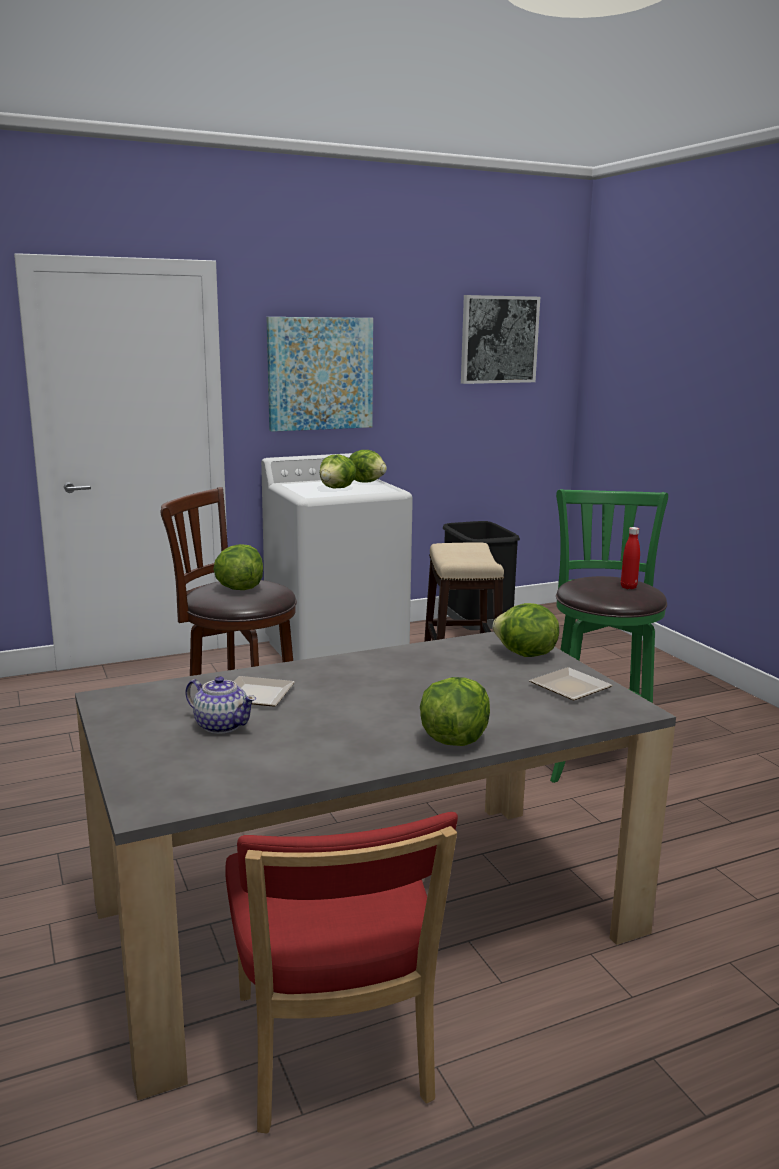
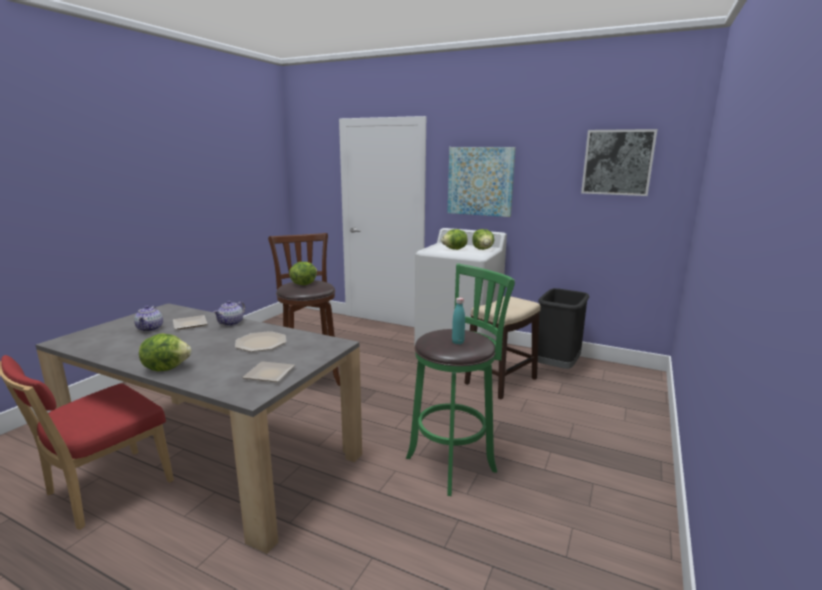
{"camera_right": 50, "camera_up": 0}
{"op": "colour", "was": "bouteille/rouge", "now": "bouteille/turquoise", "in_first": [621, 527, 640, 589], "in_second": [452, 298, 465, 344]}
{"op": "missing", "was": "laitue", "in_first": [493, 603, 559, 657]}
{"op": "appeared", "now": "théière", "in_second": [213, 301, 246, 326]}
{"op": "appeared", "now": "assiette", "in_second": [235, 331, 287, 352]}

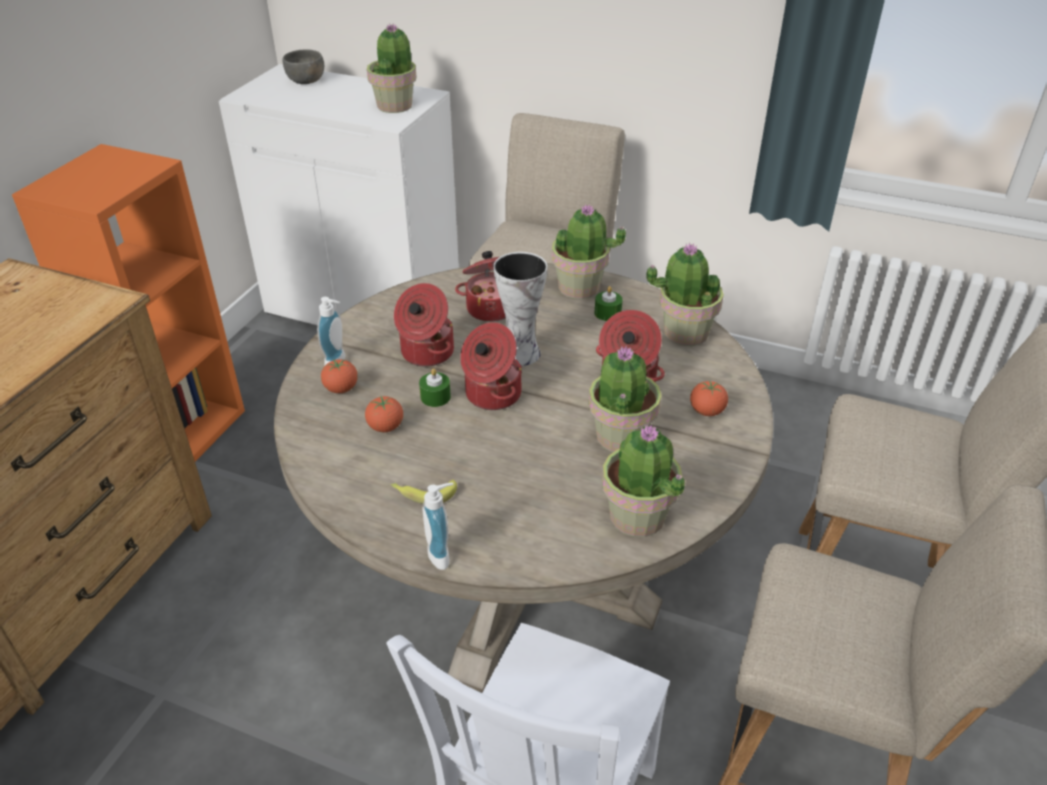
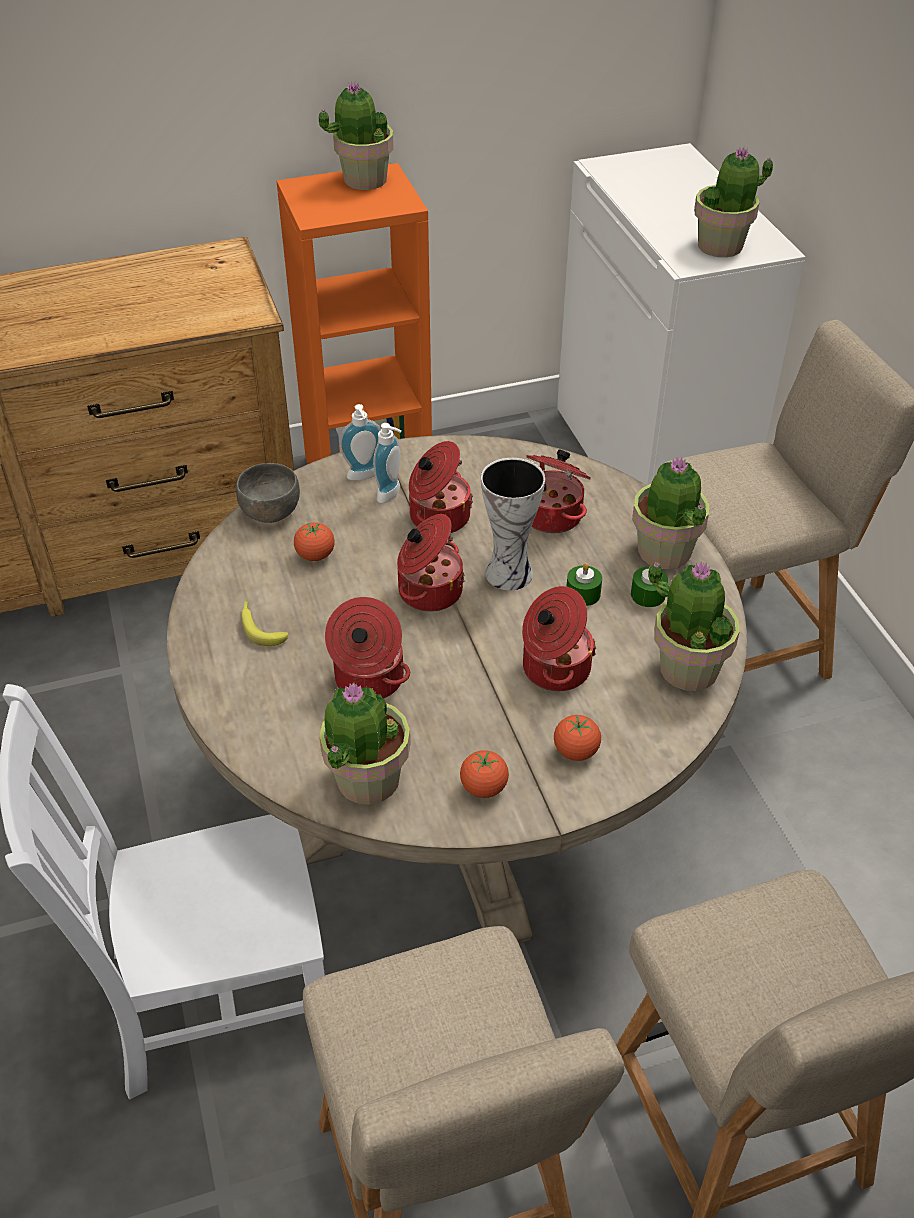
{"camera_right": 50, "camera_up": 5}
{"op": "relocated", "was": "bol/gris", "in_first": [283, 49, 324, 84], "in_second": [236, 463, 300, 523]}
{"op": "relocated", "was": "plante en pot", "in_first": [589, 346, 662, 452], "in_second": [319, 82, 394, 190]}
{"op": "relocated", "was": "tomate", "in_first": [321, 359, 358, 393], "in_second": [460, 750, 509, 798]}
{"op": "relocated", "was": "bougie/vert", "in_first": [419, 368, 451, 407], "in_second": [566, 563, 602, 606]}
{"op": "relocated", "was": "distributeur de savon", "in_first": [423, 482, 453, 570], "in_second": [373, 423, 402, 503]}
{"op": "appeared", "now": "marmite", "in_second": [325, 597, 410, 699]}

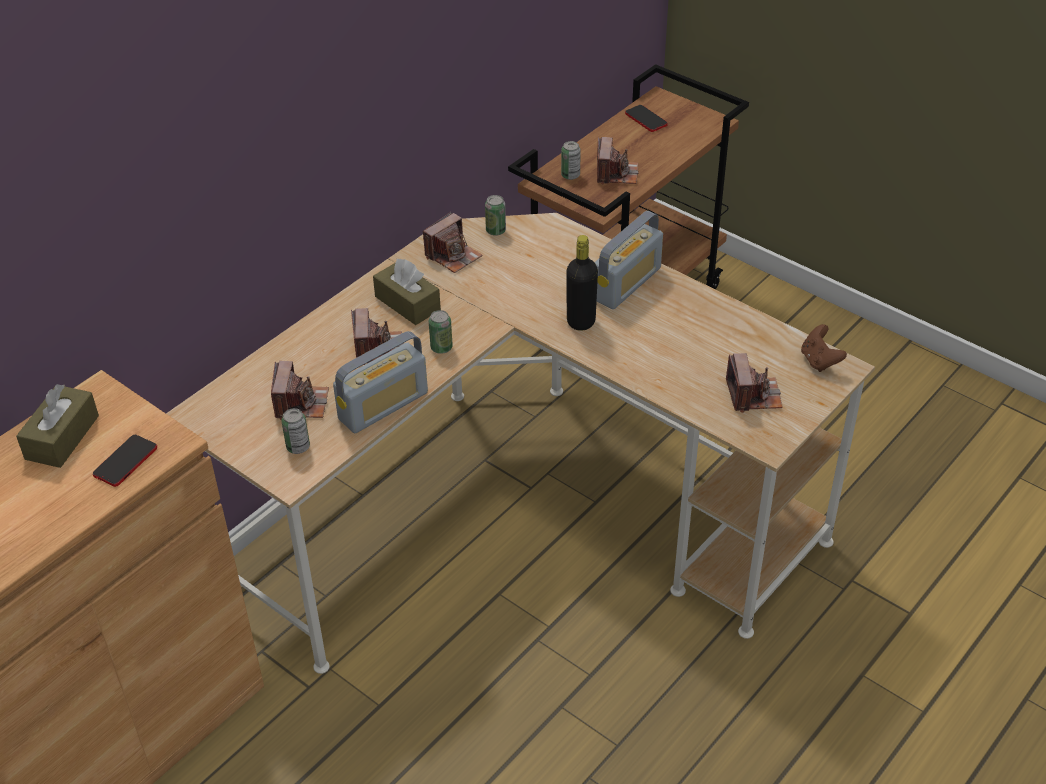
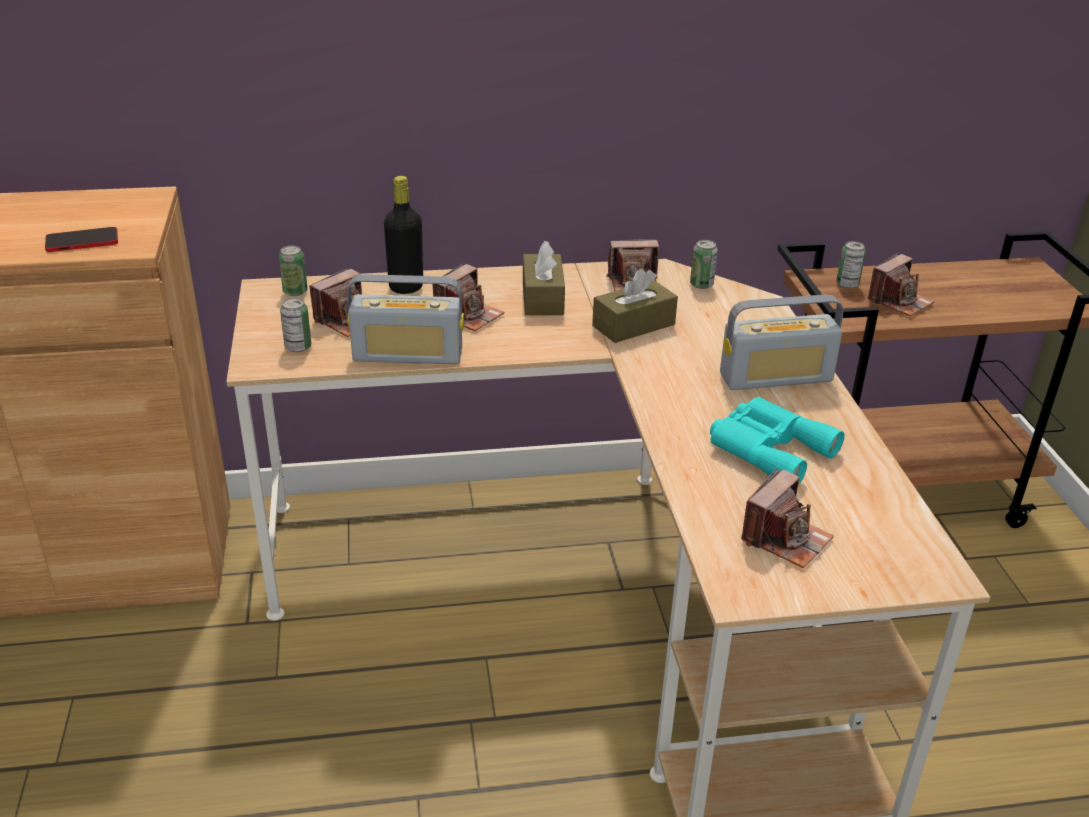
{"camera_right": 40, "camera_up": -10}
{"op": "missing", "was": "téléphone", "in_first": [625, 105, 668, 132]}
{"op": "relocated", "was": "bouteille/noir", "in_first": [566, 235, 598, 331], "in_second": [384, 176, 423, 294]}
{"op": "relocated", "was": "boîte métallique", "in_first": [429, 310, 453, 354], "in_second": [279, 246, 308, 296]}
{"op": "missing", "was": "manette/marron", "in_first": [801, 324, 847, 372]}
{"op": "relocated", "was": "boîte à mouchoirs/marron", "in_first": [16, 384, 99, 468], "in_second": [592, 269, 678, 343]}
{"op": "appeared", "now": "jumelles/turquoise", "in_second": [710, 397, 845, 485]}

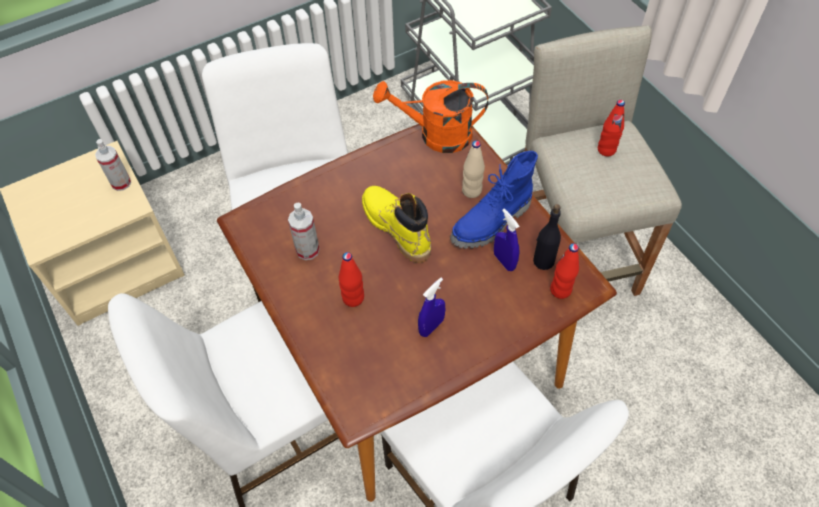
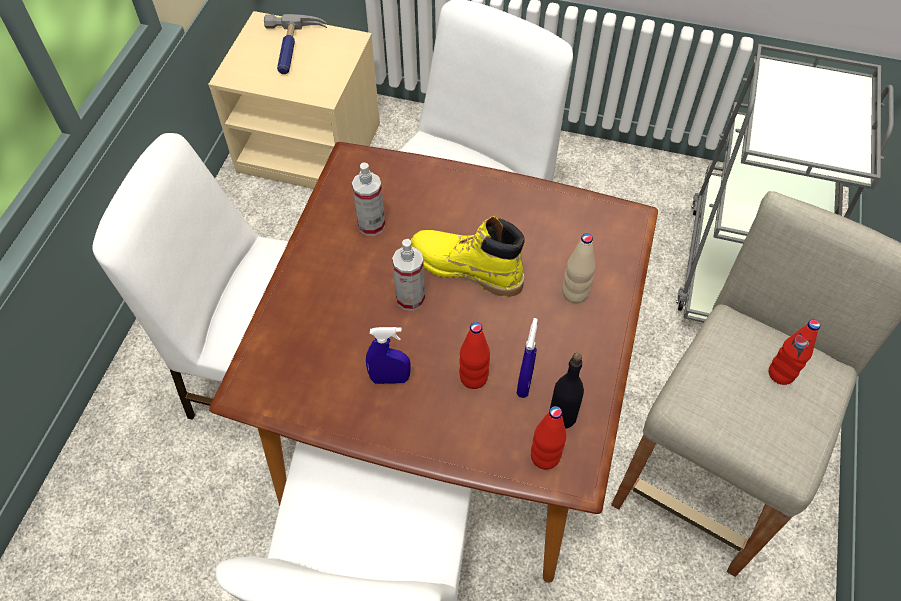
{"camera_right": 45, "camera_up": 0}
{"op": "missing", "was": "arrosoir/orange", "in_first": [373, 80, 488, 153]}
{"op": "relocated", "was": "vaporisateur", "in_first": [95, 139, 131, 191], "in_second": [392, 239, 425, 311]}
{"op": "missing", "was": "botte/bleu", "in_first": [450, 151, 538, 249]}
{"op": "spun", "was": "botte/jaune", "in_first": [362, 186, 431, 263], "in_second": [411, 216, 525, 297], "clockwise": -75}
{"op": "relocated", "was": "bouteille/rouge", "in_first": [339, 252, 364, 307], "in_second": [459, 322, 490, 389]}
{"op": "appeared", "now": "marteau", "in_second": [264, 14, 327, 74]}

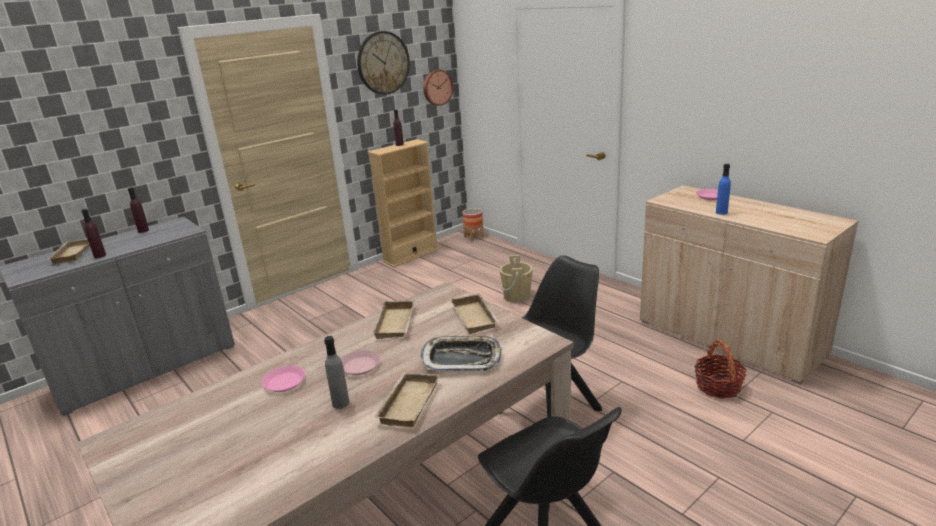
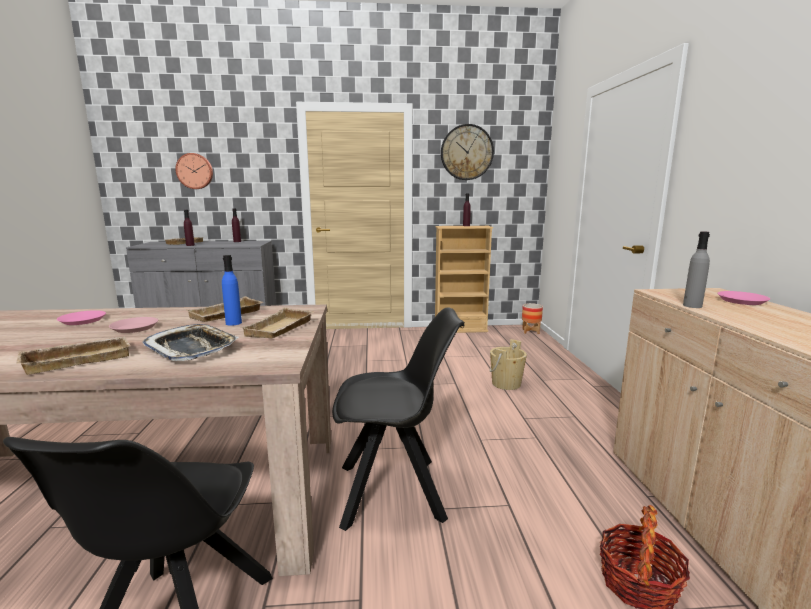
{"camera_right": 35, "camera_up": -10}
{"op": "relocated", "was": "horloge murale", "in_first": [423, 69, 453, 106], "in_second": [176, 153, 213, 189]}
{"op": "relocated", "was": "bouteille/bleu", "in_first": [716, 164, 731, 215], "in_second": [222, 255, 242, 326]}
{"op": "relocated", "was": "bouteille/gris", "in_first": [324, 336, 349, 409], "in_second": [683, 231, 710, 308]}

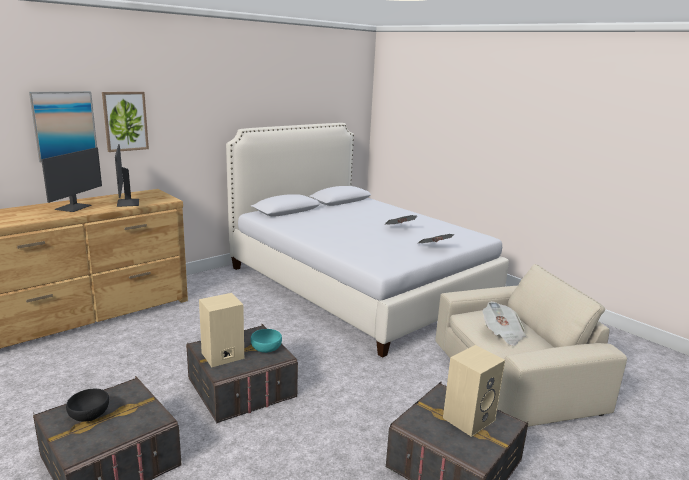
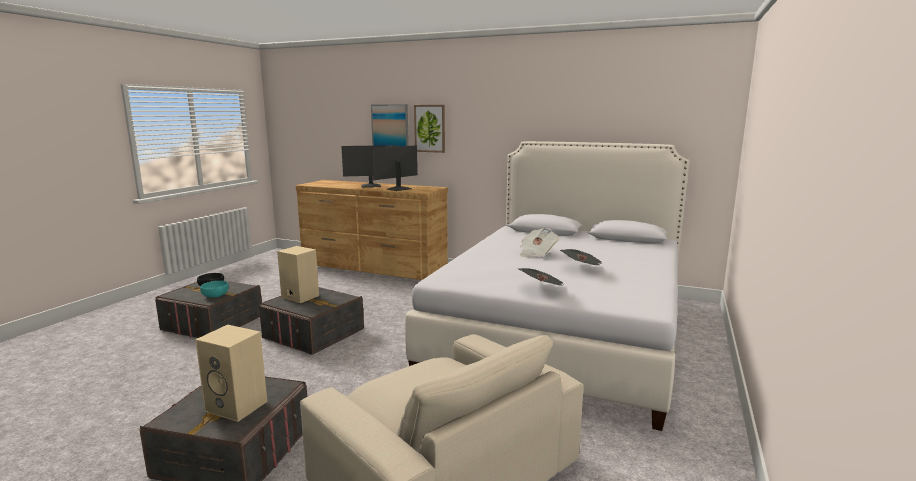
{"camera_right": 65, "camera_up": -5}
{"op": "relocated", "was": "journal", "in_first": [482, 301, 527, 346], "in_second": [520, 228, 559, 257]}
{"op": "relocated", "was": "bol/turquoise", "in_first": [251, 329, 282, 353], "in_second": [200, 281, 229, 298]}

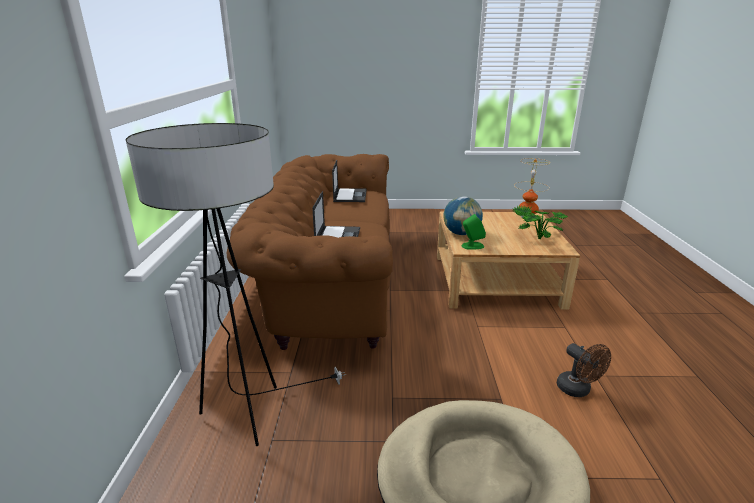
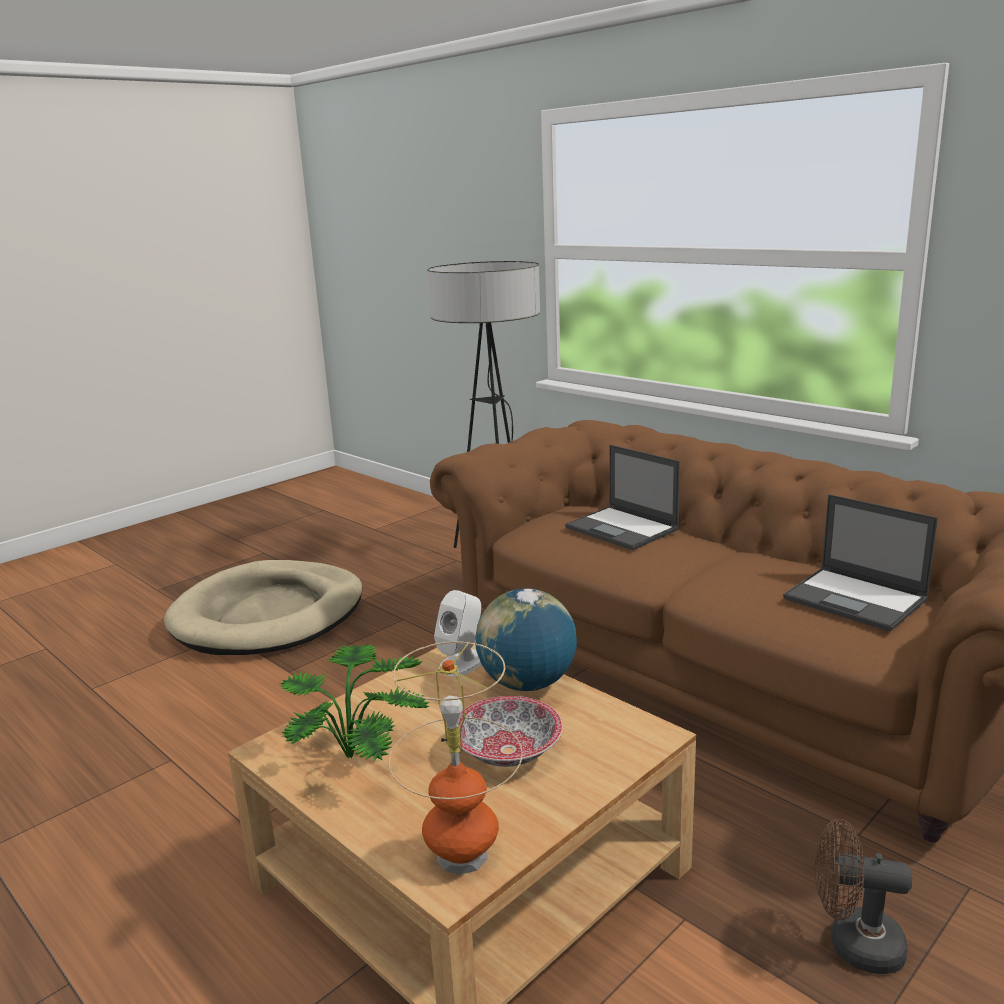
{"camera_right": 135, "camera_up": -5}
{"op": "colour", "was": "enceinte/vert", "now": "enceinte/blanc", "in_first": [462, 214, 486, 250], "in_second": [434, 590, 481, 677]}
{"op": "relocated", "was": "ventilateur/marron", "in_first": [557, 343, 611, 397], "in_second": [815, 819, 912, 974]}
{"op": "appeared", "now": "bol", "in_second": [459, 696, 563, 767]}

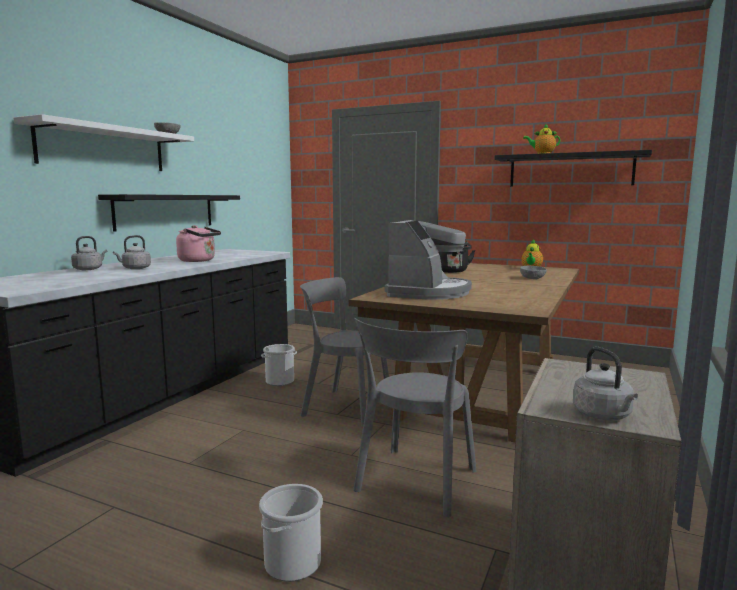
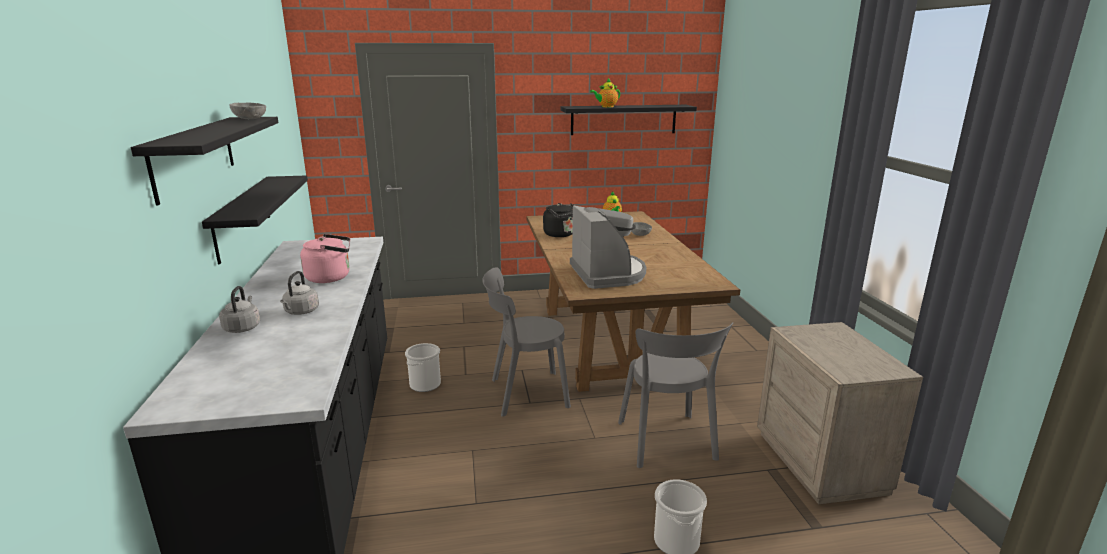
{"camera_right": -35, "camera_up": 10}
{"op": "colour", "was": "étagère/blanc", "now": "étagère/noir", "in_first": [13, 114, 194, 171], "in_second": [131, 117, 279, 205]}
{"op": "missing", "was": "bouilloire/gris", "in_first": [573, 347, 638, 420]}

